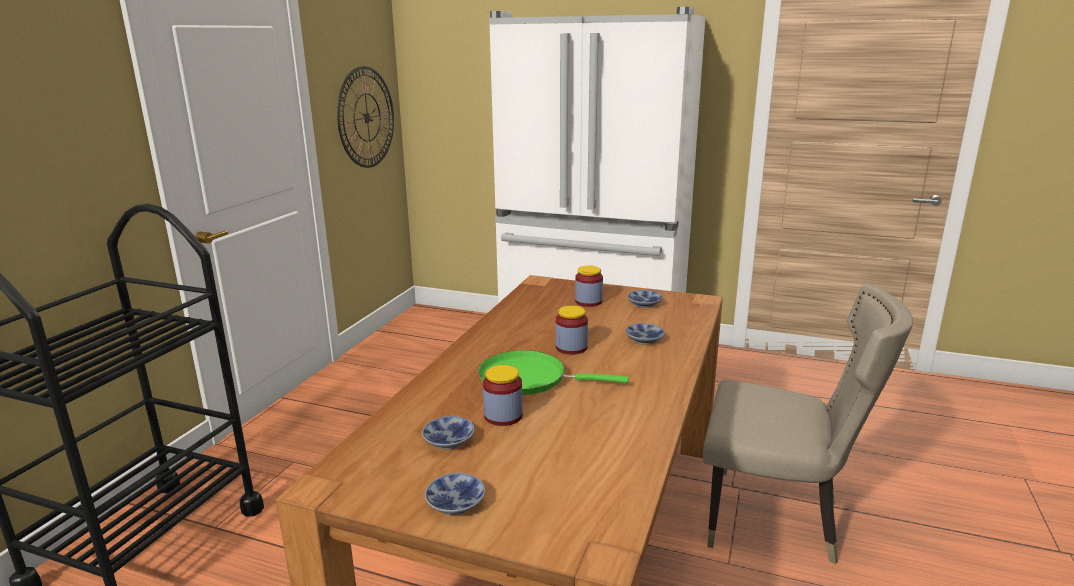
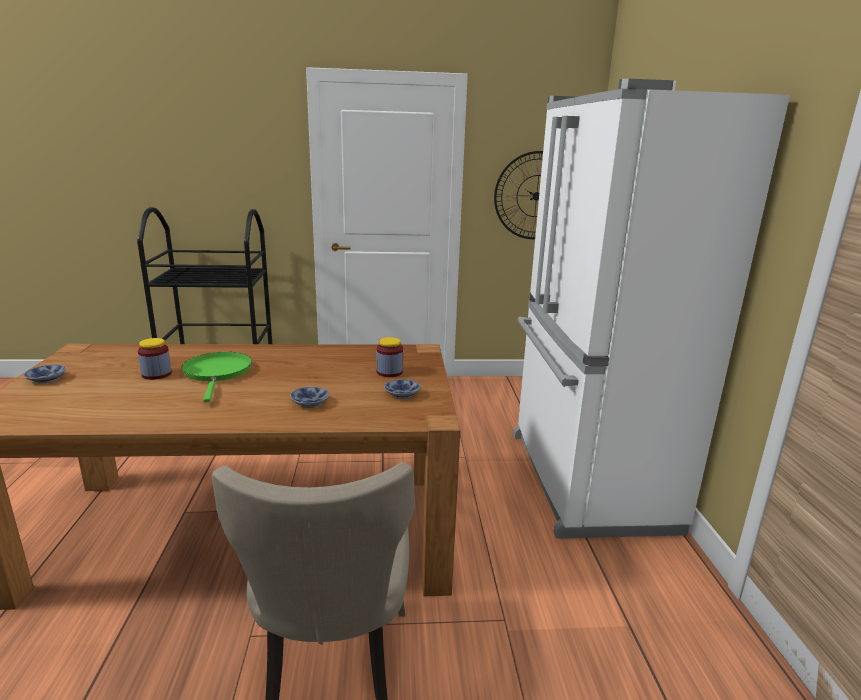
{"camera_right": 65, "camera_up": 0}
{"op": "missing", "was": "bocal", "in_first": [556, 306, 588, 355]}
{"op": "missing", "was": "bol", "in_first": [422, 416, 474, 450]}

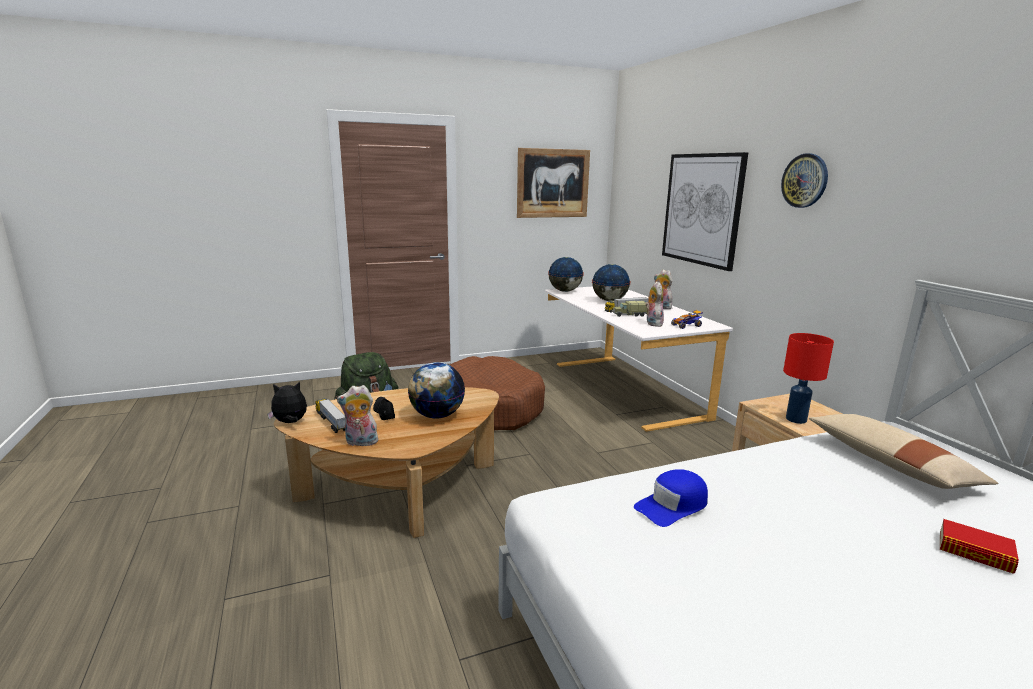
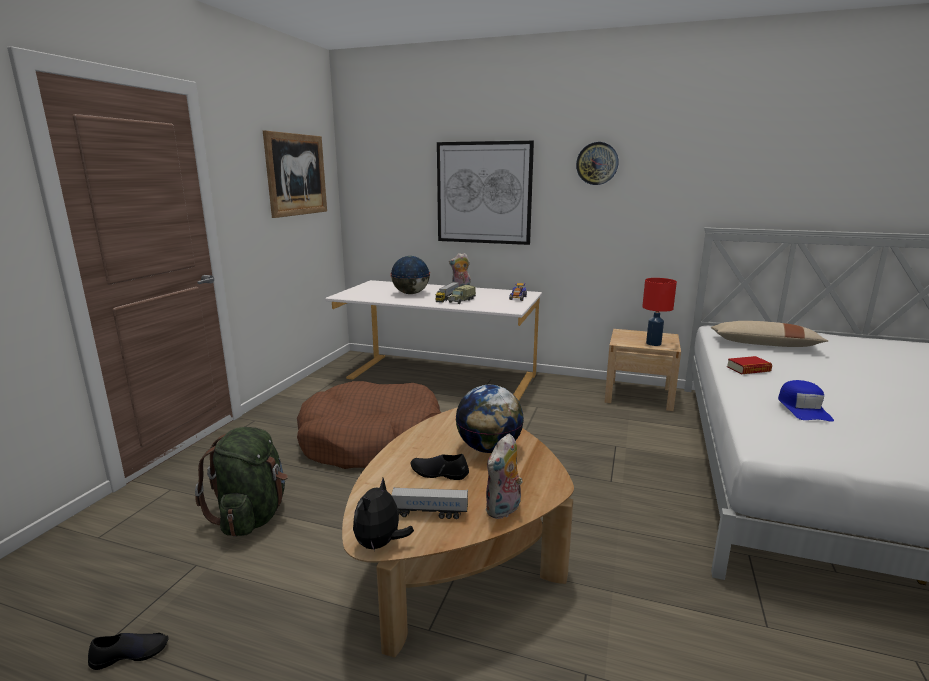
{"camera_right": -50, "camera_up": 0}
{"op": "missing", "was": "globe", "in_first": [548, 257, 584, 292]}
{"op": "missing", "was": "peluche", "in_first": [645, 281, 664, 327]}
{"op": "relocated", "was": "livre", "in_first": [940, 519, 1019, 574], "in_second": [727, 356, 772, 374]}
{"op": "appeared", "now": "chaussure/noir", "in_second": [88, 633, 169, 670]}

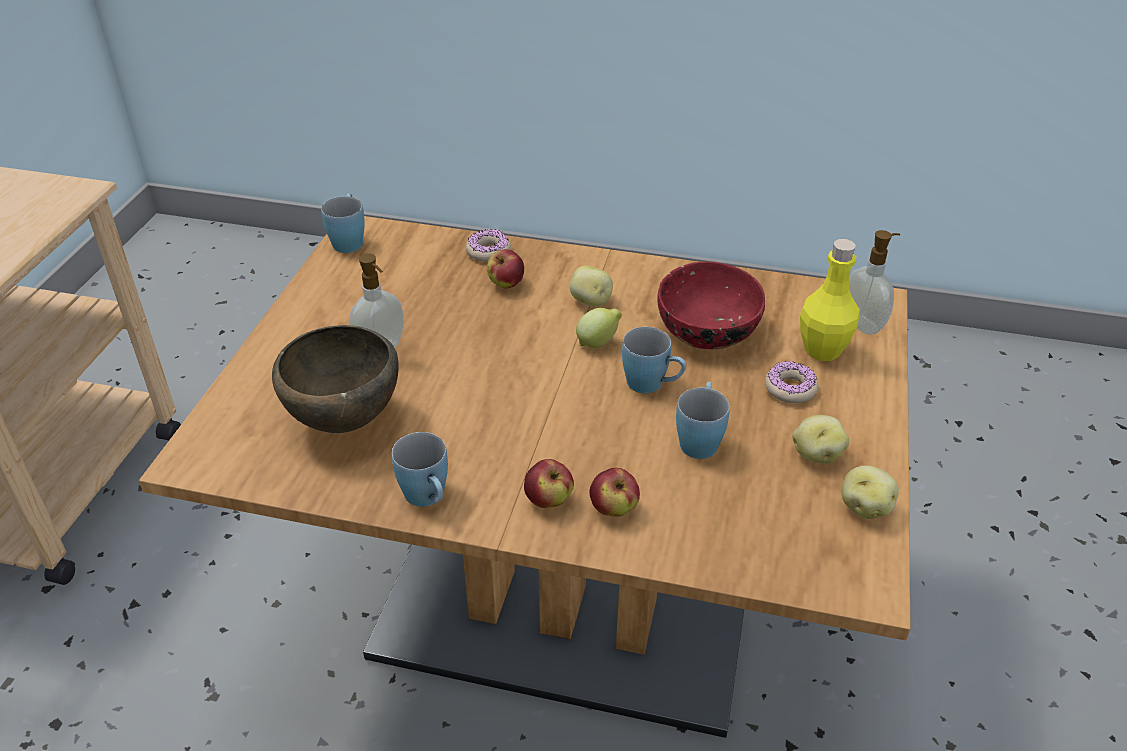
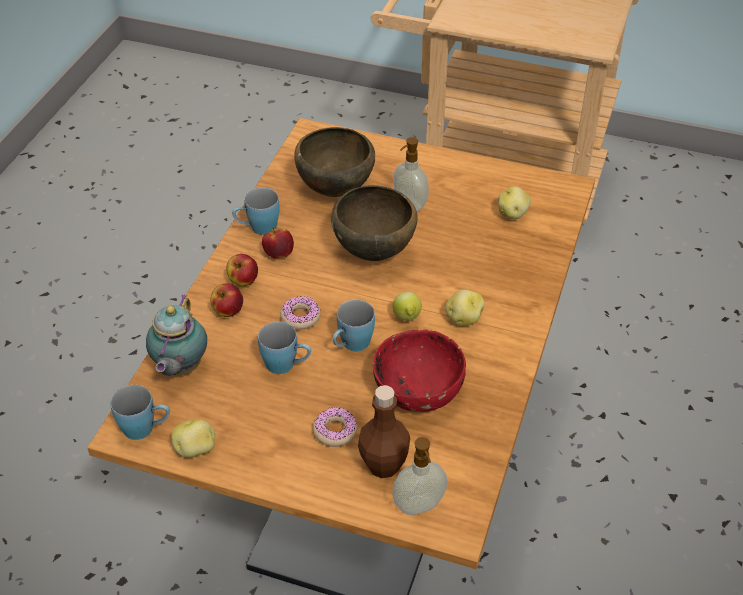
{"camera_right": 95, "camera_up": 5}
{"op": "relocated", "was": "mug/bleu", "in_first": [321, 194, 365, 253], "in_second": [110, 384, 170, 440]}
{"op": "relocated", "was": "beignet", "in_first": [466, 229, 511, 262], "in_second": [280, 296, 321, 330]}
{"op": "colour", "was": "bouteille/jaune", "now": "bouteille/marron", "in_first": [800, 239, 860, 361], "in_second": [358, 385, 410, 478]}
{"op": "relocated", "was": "pomme", "in_first": [487, 249, 524, 288], "in_second": [262, 227, 294, 258]}
{"op": "relocated", "was": "pomme de terre", "in_first": [792, 415, 849, 464], "in_second": [498, 186, 531, 219]}
{"op": "appeared", "now": "bol/marron", "in_second": [331, 185, 418, 261]}
{"op": "appeared", "now": "théière", "in_second": [146, 294, 207, 376]}

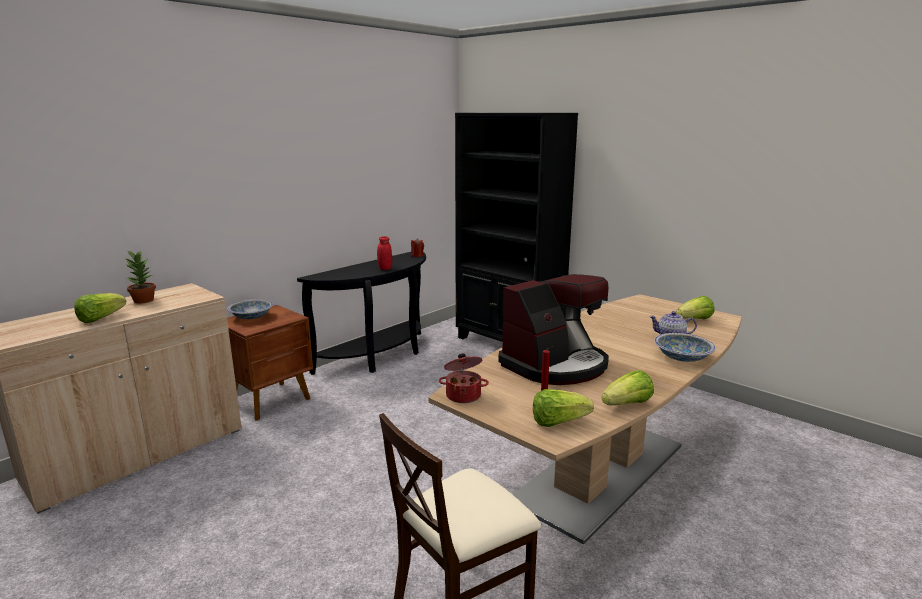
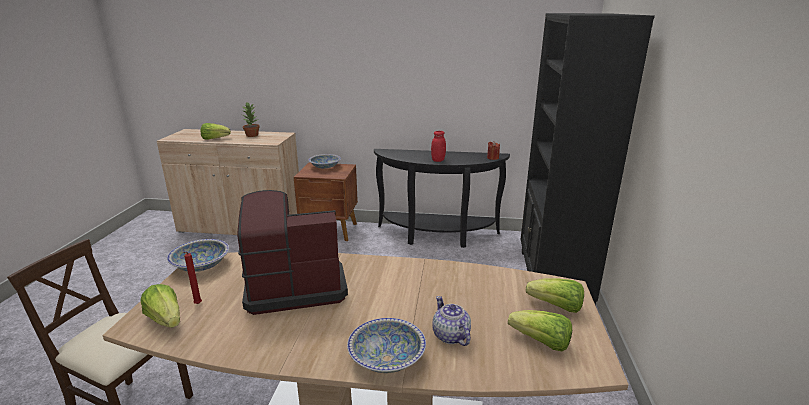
{"camera_right": 55, "camera_up": 5}
{"op": "spun", "was": "machine à café", "in_first": [498, 274, 609, 385], "in_second": [237, 190, 348, 315], "clockwise": 150}
{"op": "exchanged", "was": "marmite", "now": "bol", "in_first": [439, 353, 489, 403], "in_second": [167, 239, 229, 272]}
{"op": "relocated", "was": "laitue", "in_first": [602, 371, 654, 405], "in_second": [526, 279, 584, 313]}

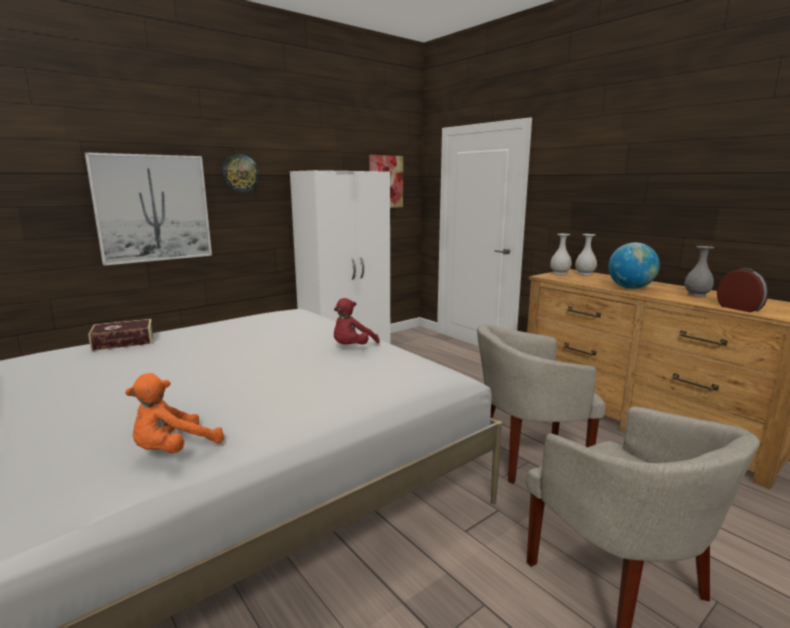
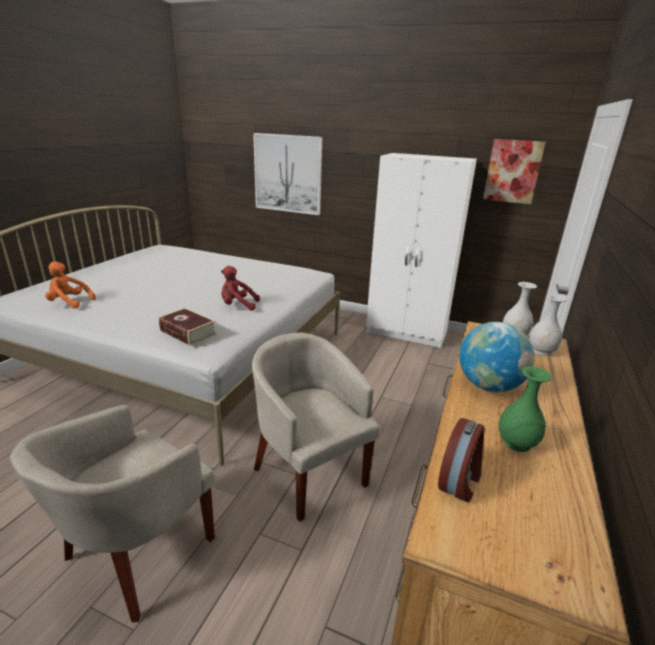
{"camera_right": 60, "camera_up": 10}
{"op": "missing", "was": "horloge murale", "in_first": [222, 154, 259, 193]}
{"op": "colour", "was": "vase/gris", "now": "vase/vert", "in_first": [685, 246, 714, 297], "in_second": [499, 366, 552, 452]}
{"op": "relocated", "was": "livre", "in_first": [88, 319, 153, 351], "in_second": [158, 308, 217, 346]}

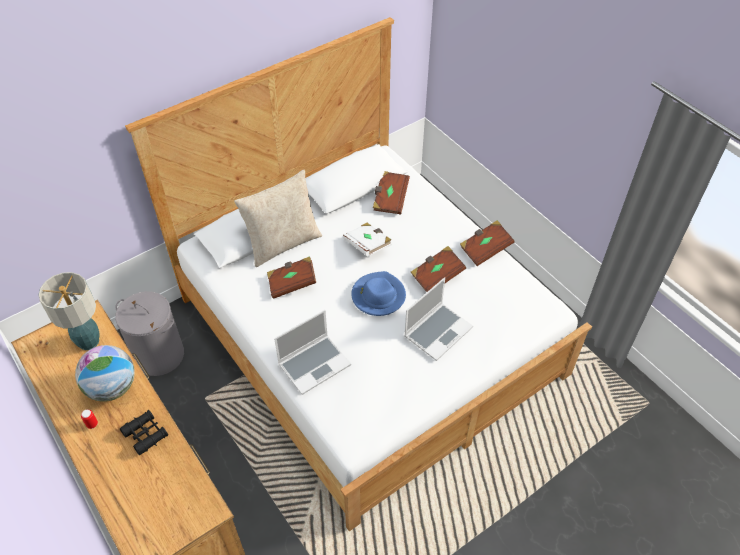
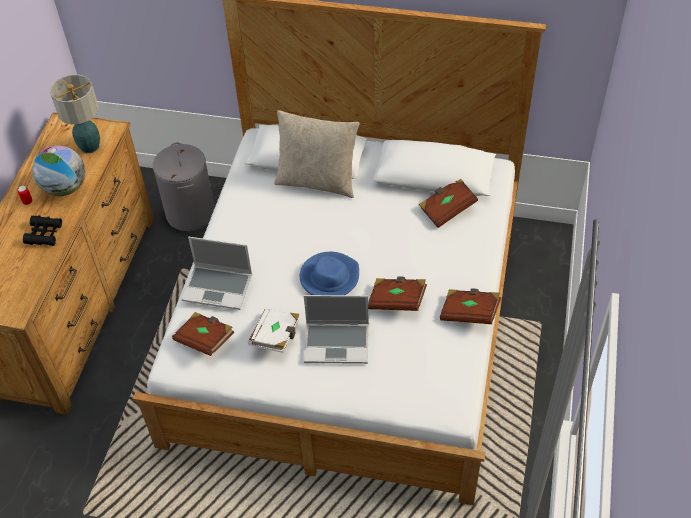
{"camera_right": 50, "camera_up": 0}
{"op": "relocated", "was": "livre/blanc", "in_first": [343, 223, 392, 257], "in_second": [248, 308, 300, 353]}
{"op": "relocated", "was": "livre/marron", "in_first": [267, 256, 316, 299], "in_second": [172, 312, 234, 356]}

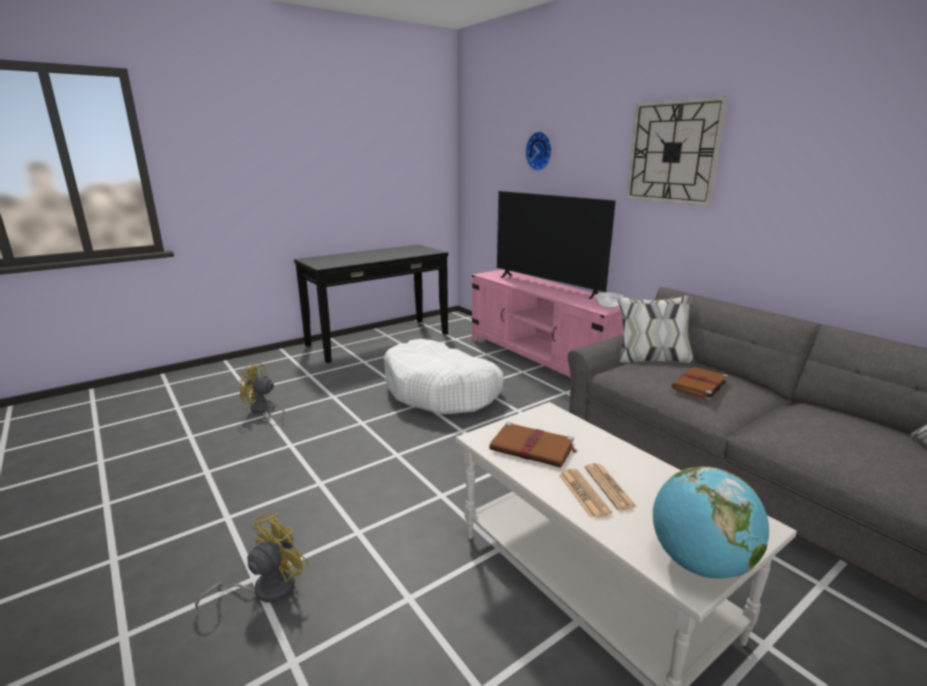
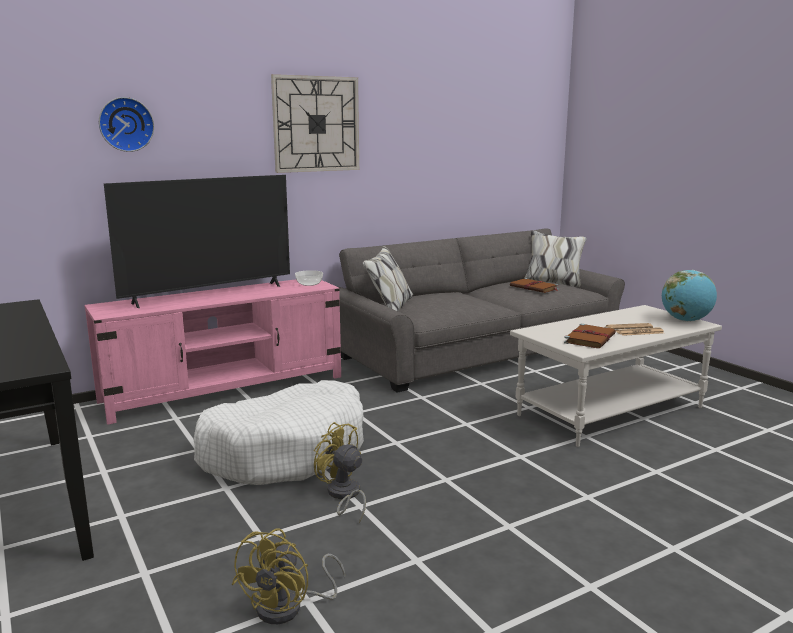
{"camera_right": -85, "camera_up": -5}
{"op": "relocated", "was": "livre/marron", "in_first": [671, 367, 728, 400], "in_second": [510, 278, 559, 293]}
{"op": "relocated", "was": "ventilateur/jaune", "in_first": [195, 513, 309, 610], "in_second": [314, 422, 366, 523]}

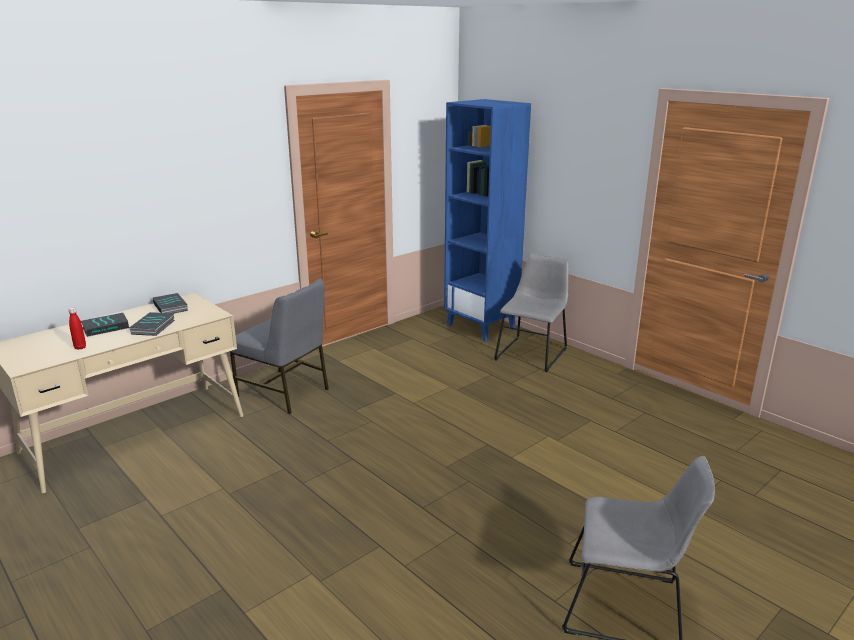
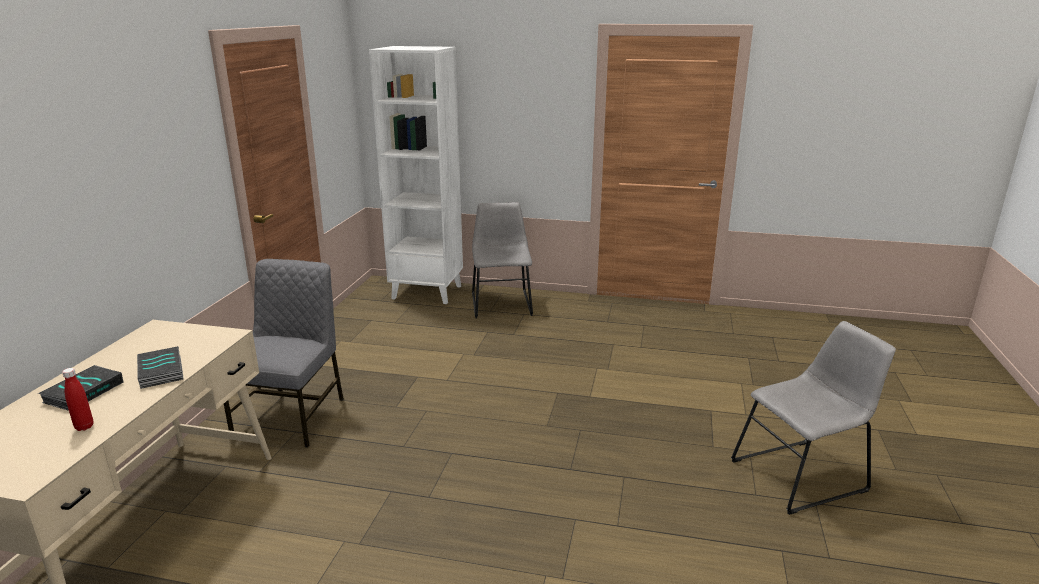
{"camera_right": -35, "camera_up": 0}
{"op": "colour", "was": "bibliothèque/bleu", "now": "bibliothèque/blanc", "in_first": [444, 99, 531, 342], "in_second": [369, 46, 463, 304]}
{"op": "spun", "was": "chaise/gris", "in_first": [230, 278, 329, 414], "in_second": [224, 259, 343, 448], "clockwise": -75}
{"op": "missing", "was": "livre", "in_first": [153, 293, 188, 313]}

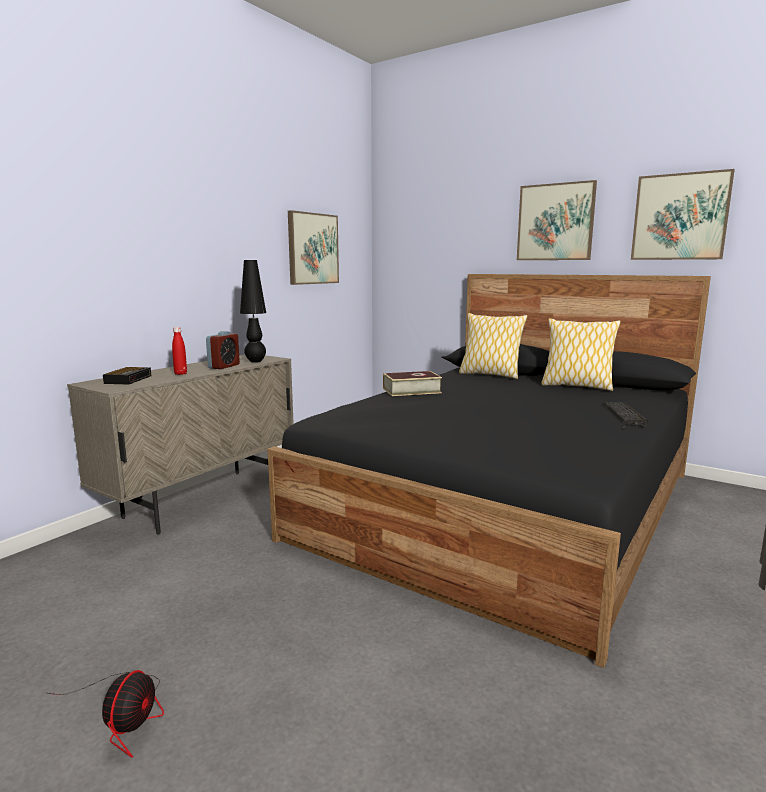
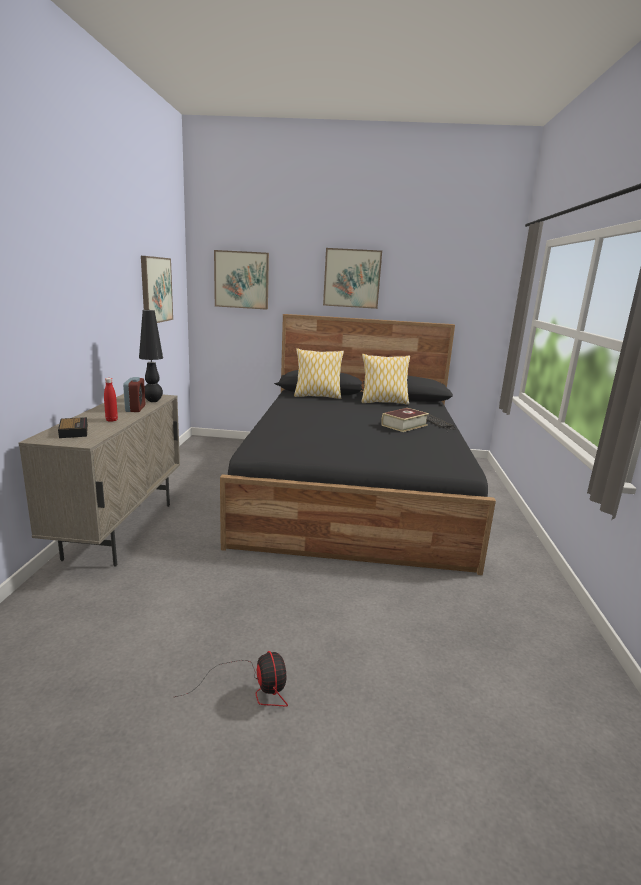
{"camera_right": -30, "camera_up": 5}
{"op": "relocated", "was": "tableau", "in_first": [631, 169, 735, 260], "in_second": [214, 250, 269, 310]}
{"op": "relocated", "was": "livre", "in_first": [383, 371, 442, 396], "in_second": [381, 408, 429, 432]}

